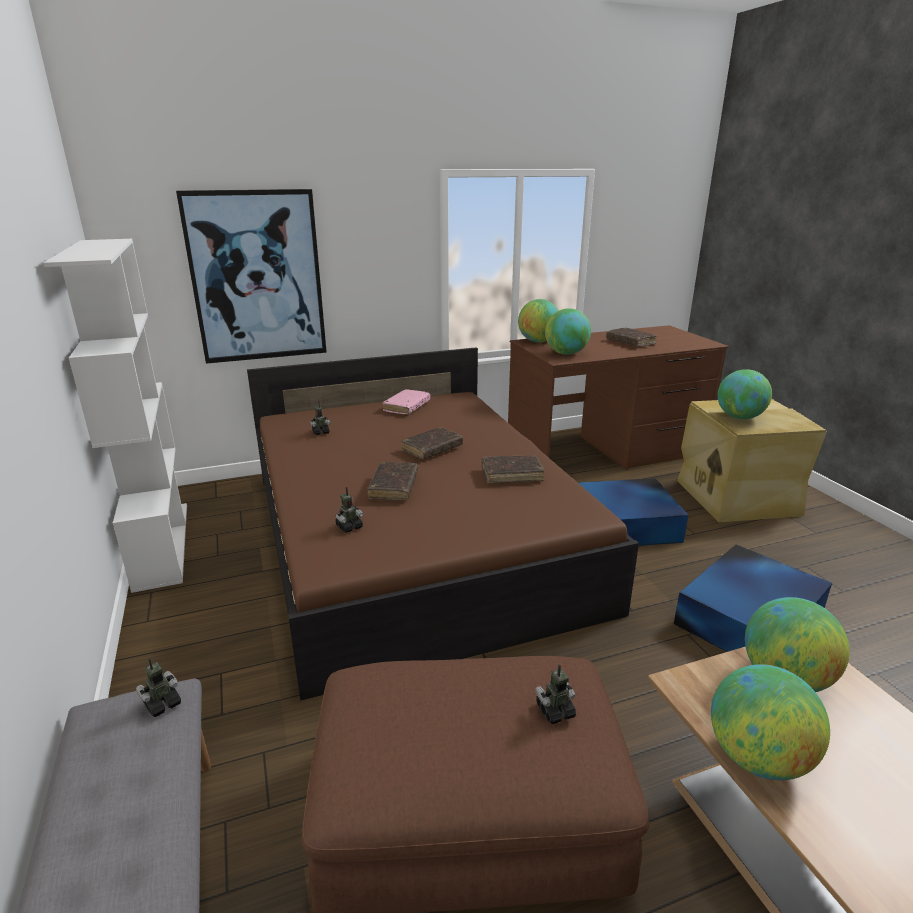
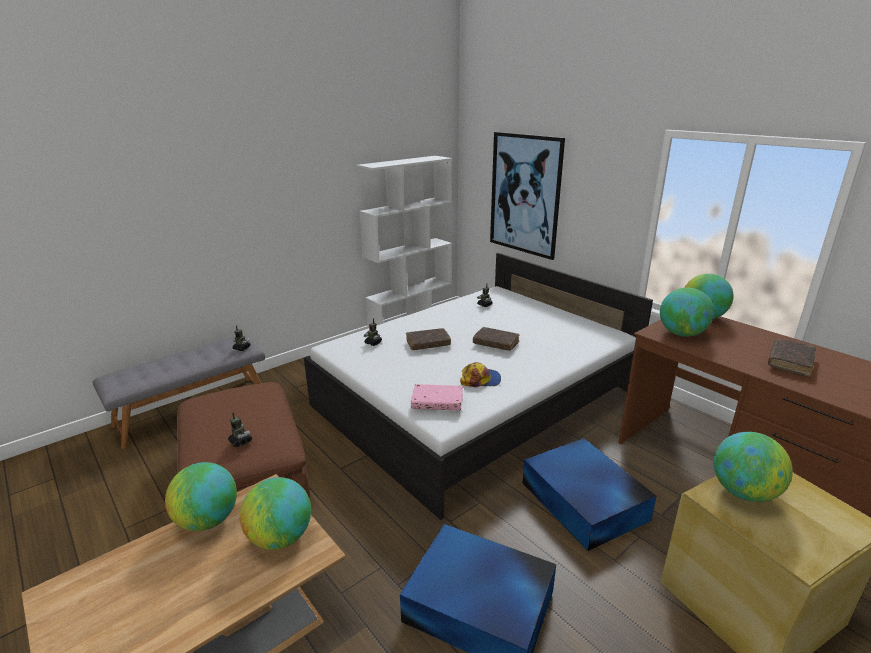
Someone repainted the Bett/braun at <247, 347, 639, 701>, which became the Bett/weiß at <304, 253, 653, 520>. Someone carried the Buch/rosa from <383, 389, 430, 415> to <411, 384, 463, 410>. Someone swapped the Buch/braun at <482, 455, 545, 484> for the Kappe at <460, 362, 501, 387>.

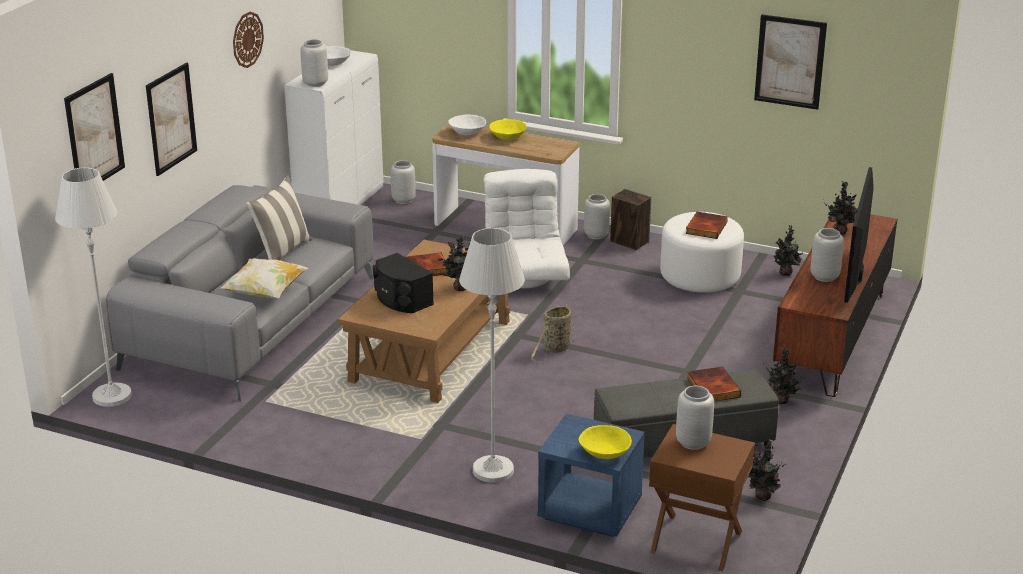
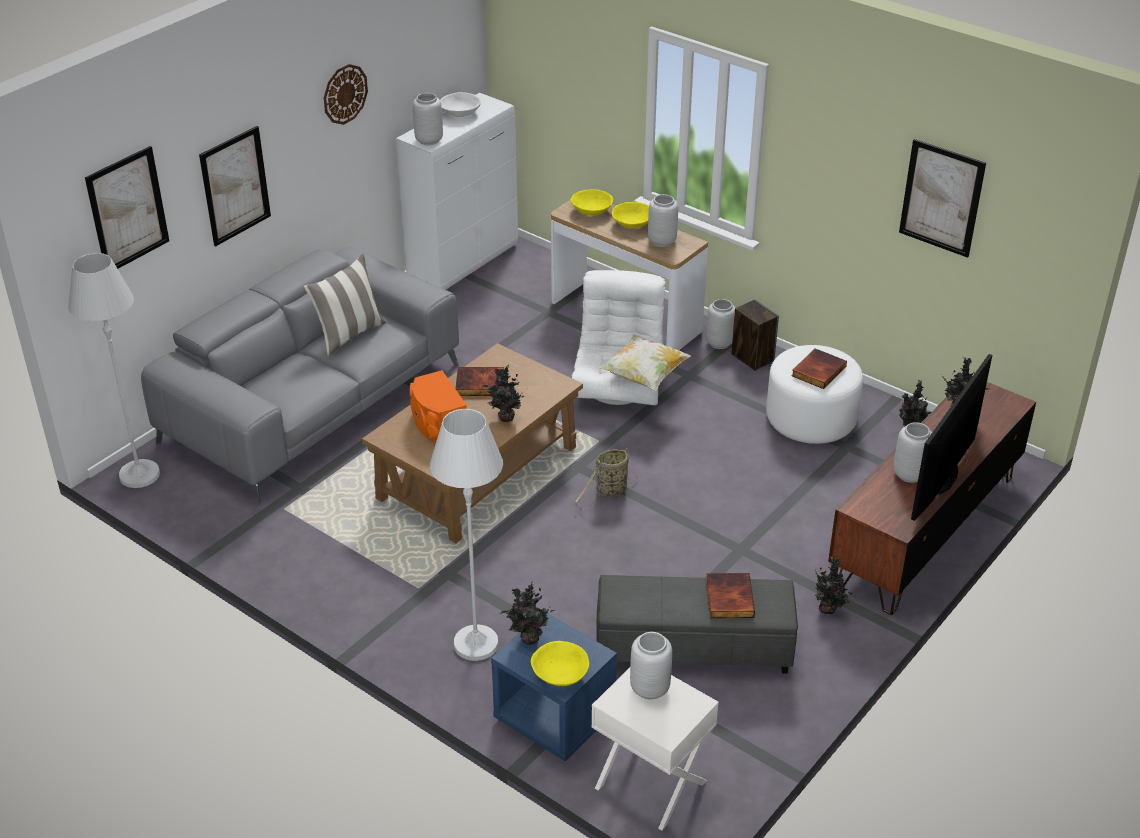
Someone carried the Kissen from <220, 258, 308, 298> to <599, 335, 691, 391>. Someone repainted the Lautsprecher/schwarz at <373, 253, 434, 313>, which became the Lautsprecher/orange at <410, 370, 467, 442>. Someone carried the Vase/grau from <391, 160, 416, 204> to <648, 194, 678, 247>. Someone repainted the Schüssel/weiß at <448, 114, 486, 135>, which became the Schüssel/gelb at <571, 189, 613, 216>. Someone repainted the Nachttisch/braun at <649, 424, 755, 572>, which became the Nachttisch/weiß at <592, 668, 719, 830>. Someone carried the Topfpflanze from <748, 439, 786, 501> to <500, 581, 556, 645>.

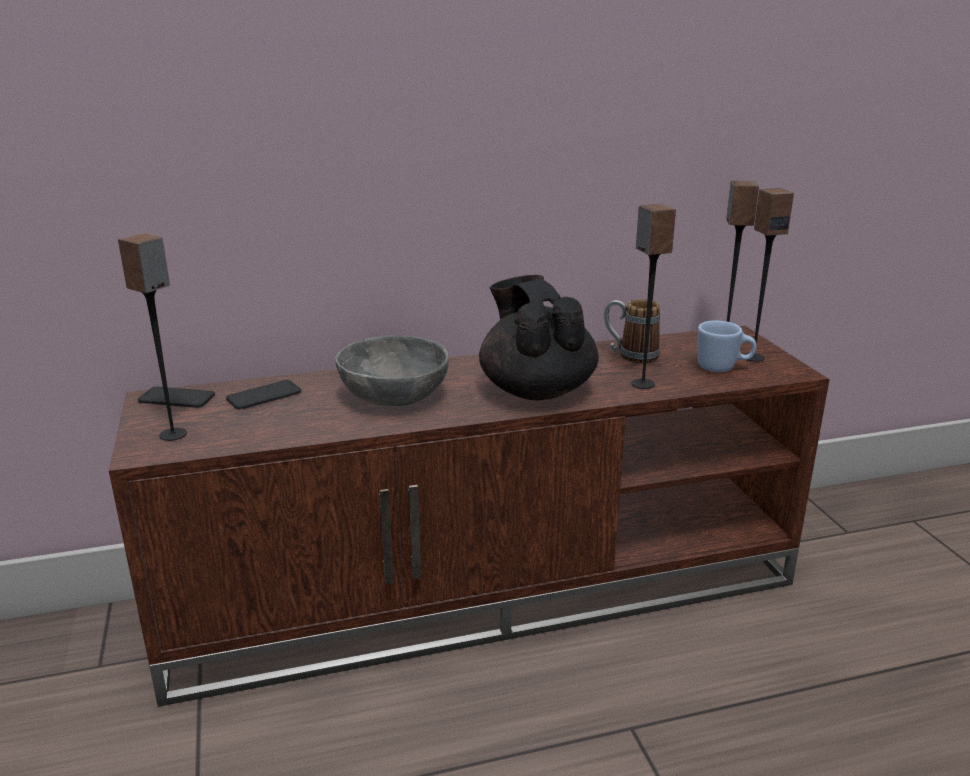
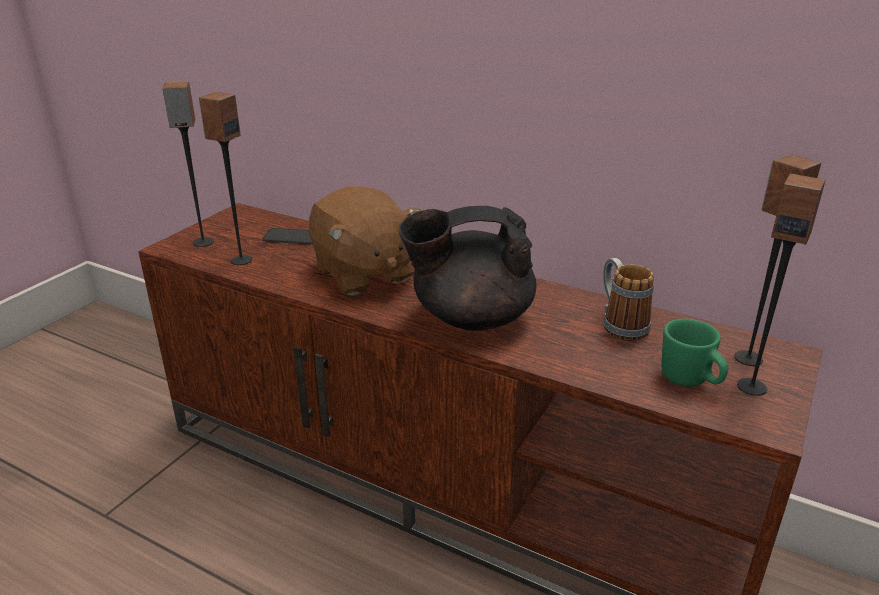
Someone took away the Handy at <138, 387, 215, 408>. Someone swapped the Schüssel/grau at <335, 335, 449, 406> for the Plüschtier/braun at <309, 186, 421, 296>. Someone rotated the Teekanne/schwarz at <479, 275, 599, 400> by 120 degrees counterclockwise. Someone carried the Lautsprecher from <631, 204, 676, 389> to <199, 92, 252, 265>. Someone repainted the Henkelbecher/blau at <698, 321, 756, 372>, which became the Henkelbecher/grün at <662, 319, 728, 387>.

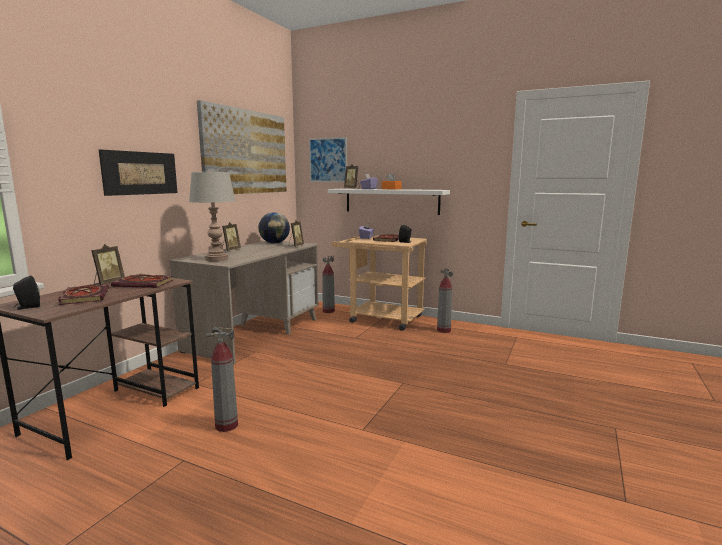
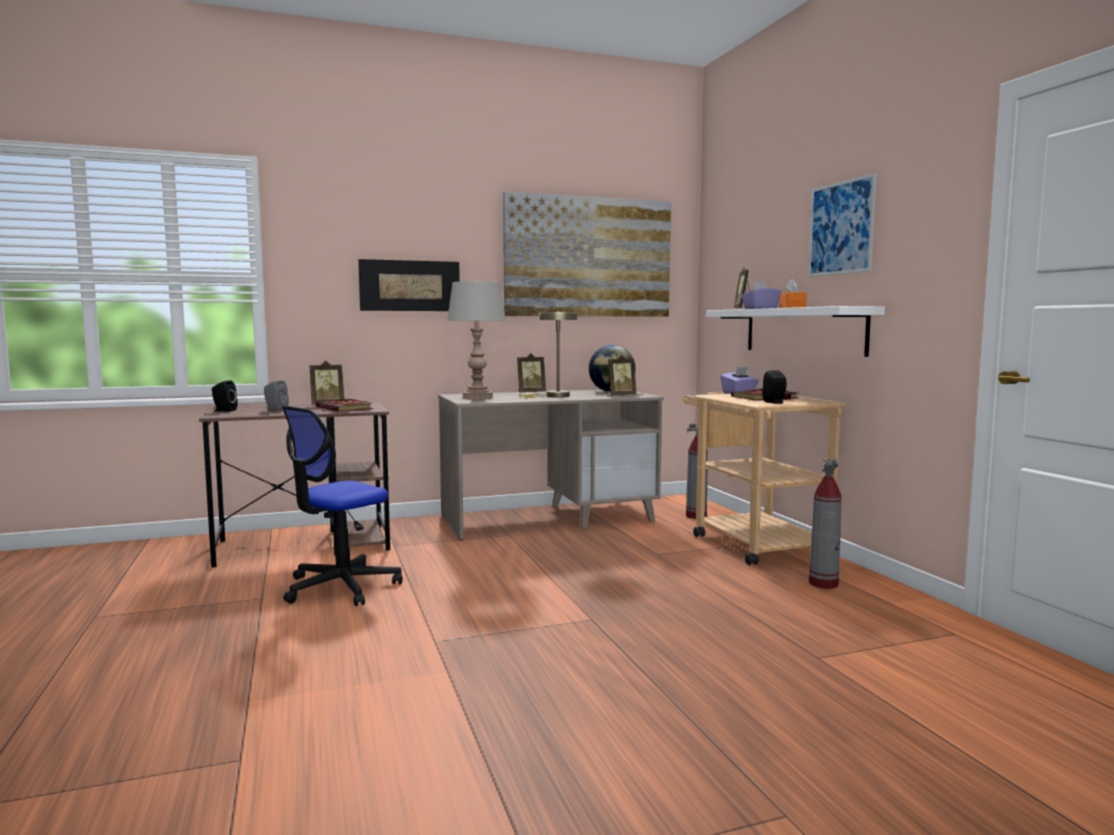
Someone swapped the Buch at <58, 284, 109, 305> for the Lautsprecher/grau at <264, 380, 289, 411>. Someone swapped the Feuerlöscher at <206, 327, 238, 432> for the Bürostuhl at <282, 406, 403, 606>. Someone carried the Bild from <309, 137, 347, 182> to <808, 173, 877, 277>. Someone put down the Tischlampe/beige at <519, 311, 577, 398>.

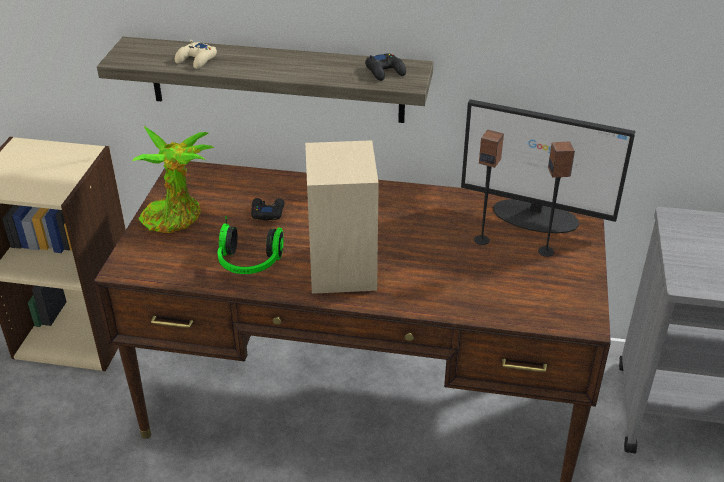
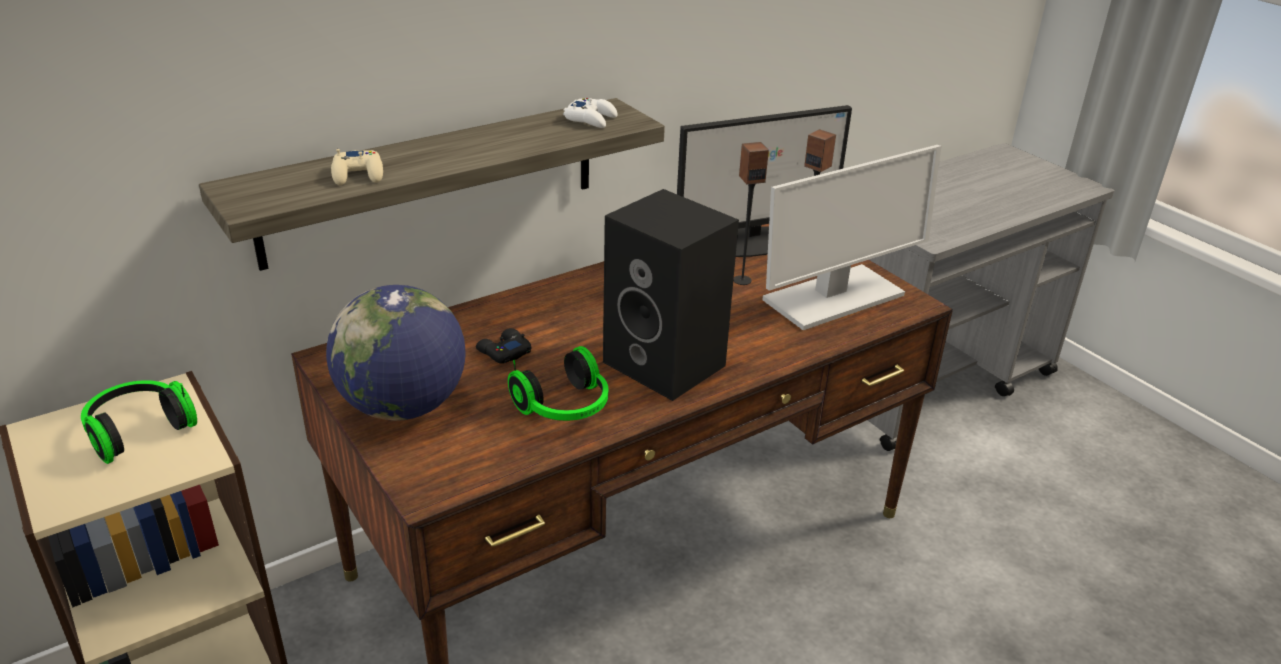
Someone swapped the Topfpflanze at <132, 126, 215, 233> for the Globus at <326, 285, 466, 421>. Someone repainted the Lautsprecher/beige at <305, 140, 379, 294>, which became the Lautsprecher/schwarz at <603, 189, 739, 401>. Someone repainted the Gamepad/schwarz at <365, 53, 406, 81>, which became the Gamepad/weiß at <563, 98, 618, 128>. Someone put down the Kopfhörer at <81, 380, 197, 464>. Someone put down the Monitor at <762, 145, 941, 330>.

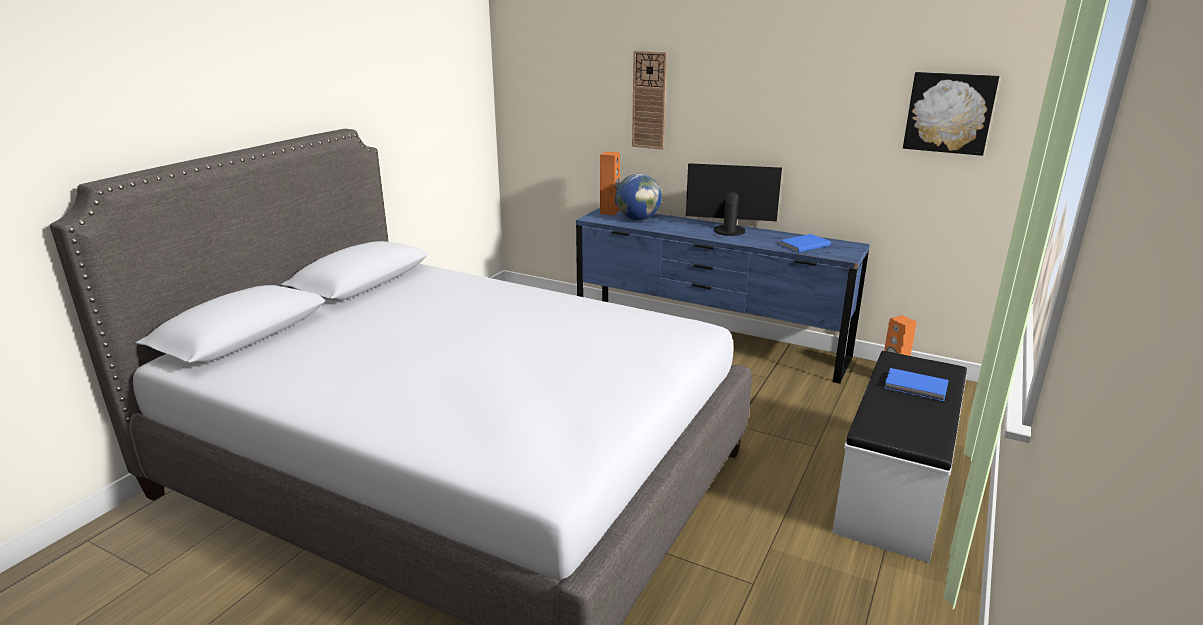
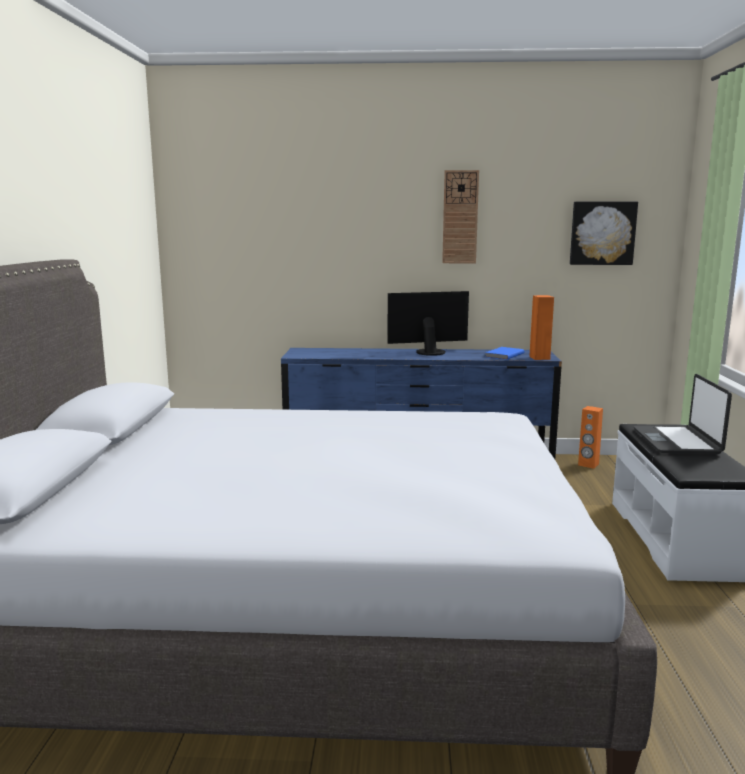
Someone carried the Lautsprecher/orange from <600, 151, 620, 215> to <529, 295, 554, 360>. Someone took away the Globus at <616, 174, 662, 220>. Someone carried the Wanduhr from <632, 51, 667, 150> to <442, 170, 479, 263>. Someone swapped the Buch/blau at <884, 368, 949, 401> for the Laptop at <634, 374, 732, 454>.

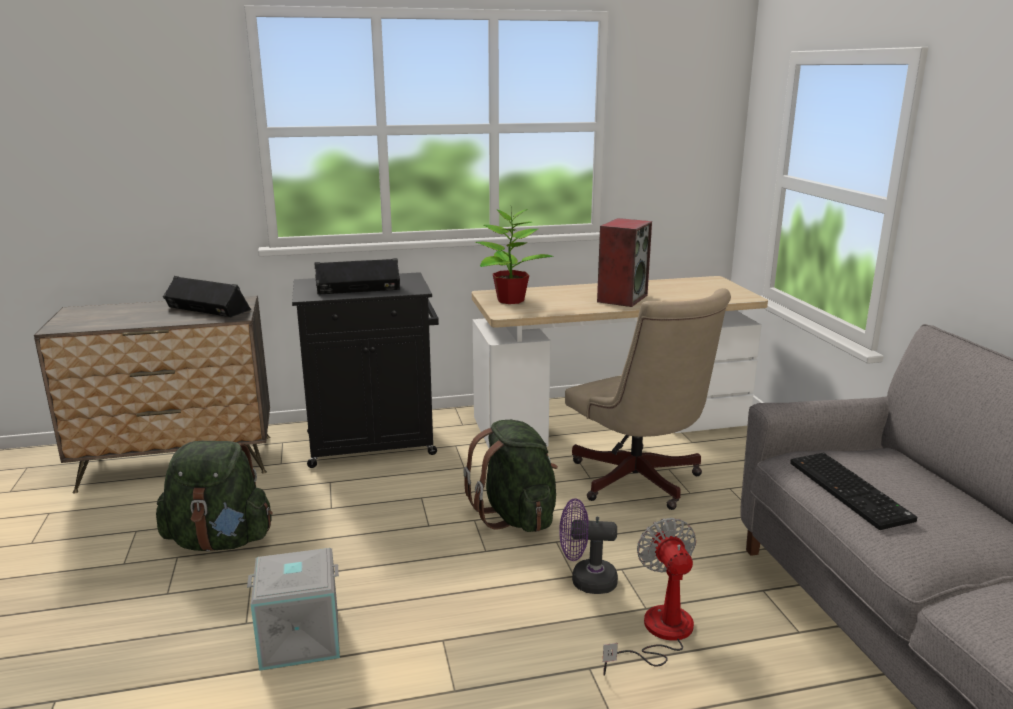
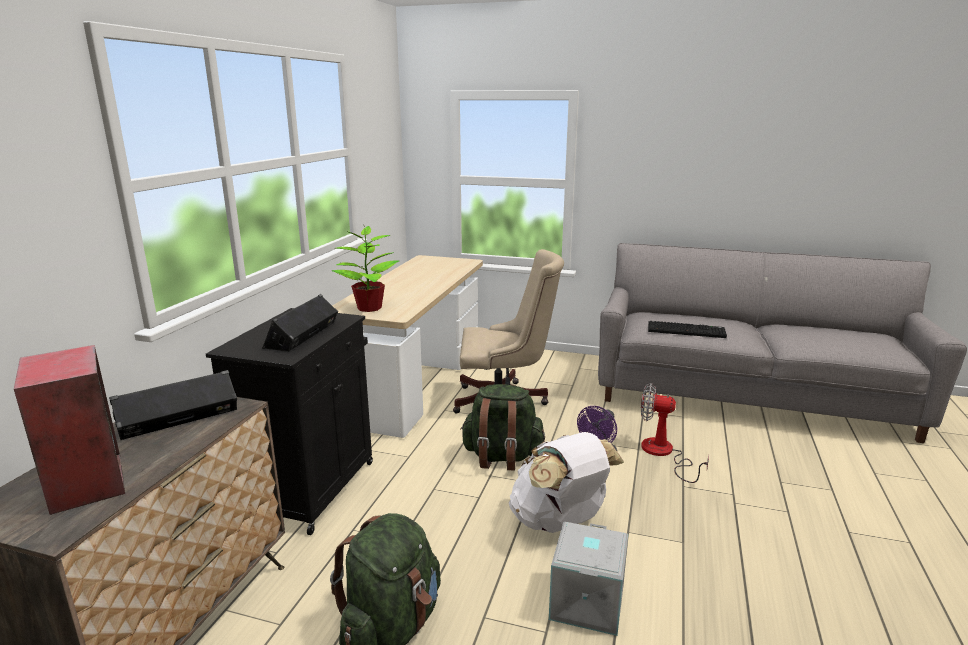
Someone carried the Lautsprecher from <597, 218, 652, 307> to <14, 345, 125, 515>. Someone put down the Rucksack/weiß at <509, 432, 624, 533>.

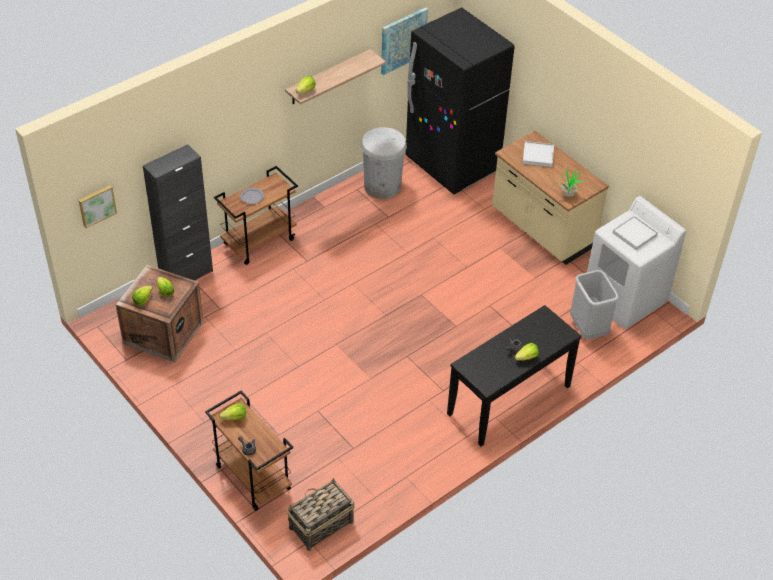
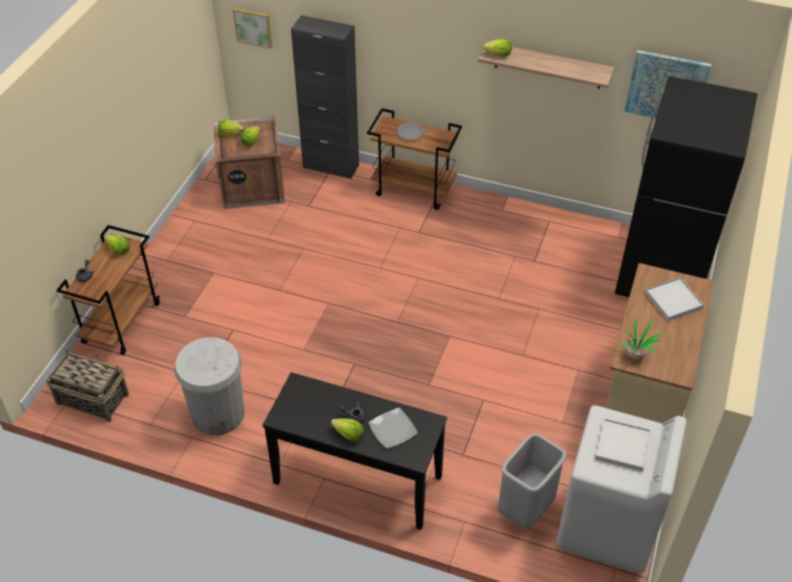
Someone carried the Mülleimer/weiß from <361, 127, 407, 199> to <174, 337, 245, 435>. Someone put down the Teller at <368, 408, 418, 449>.

